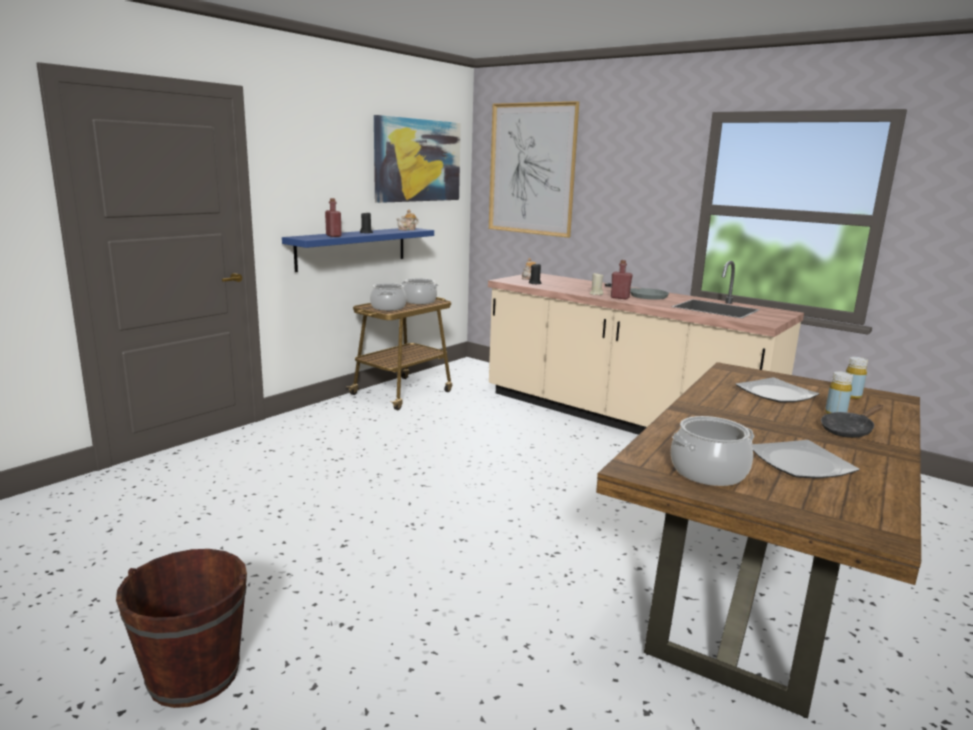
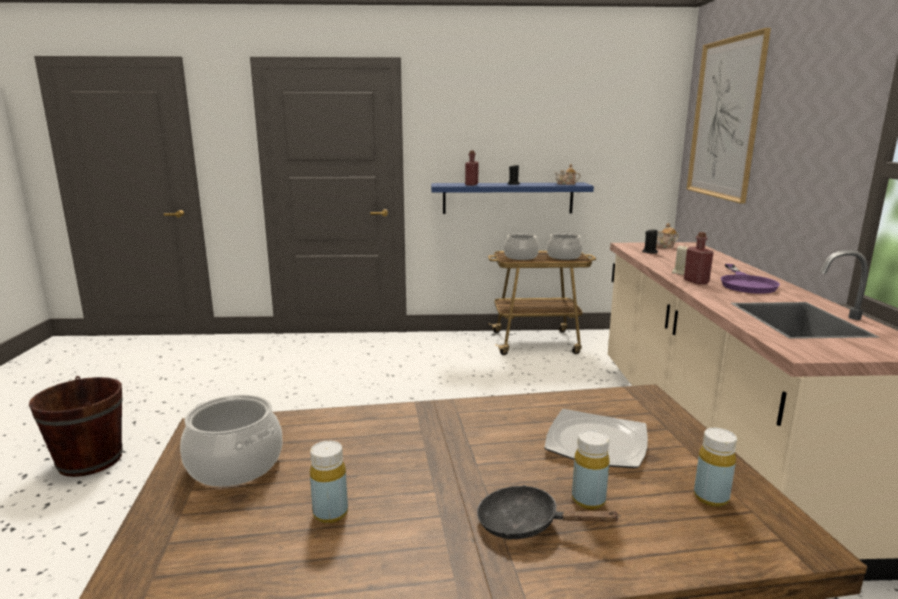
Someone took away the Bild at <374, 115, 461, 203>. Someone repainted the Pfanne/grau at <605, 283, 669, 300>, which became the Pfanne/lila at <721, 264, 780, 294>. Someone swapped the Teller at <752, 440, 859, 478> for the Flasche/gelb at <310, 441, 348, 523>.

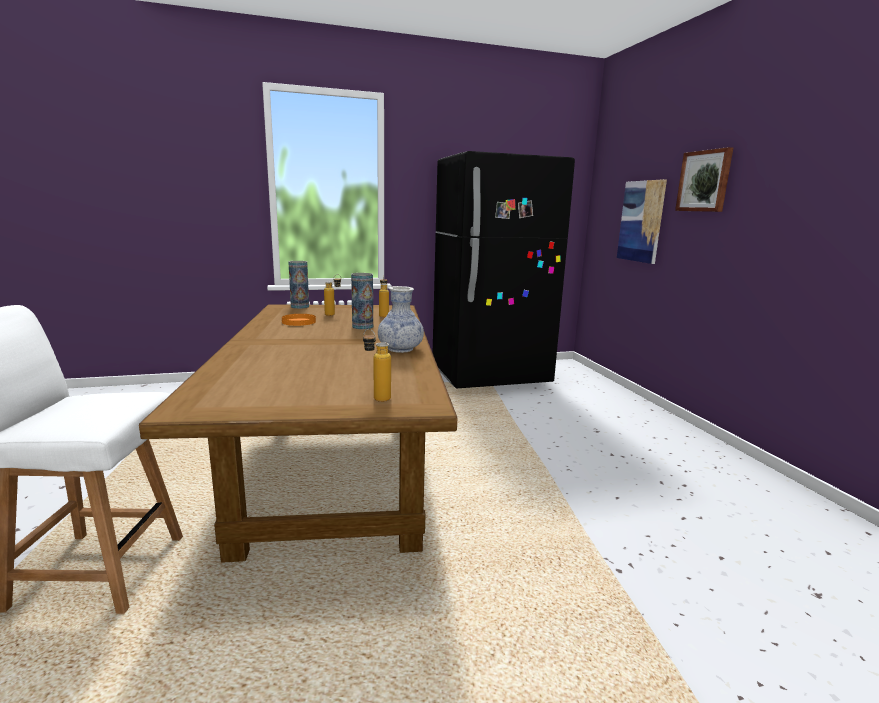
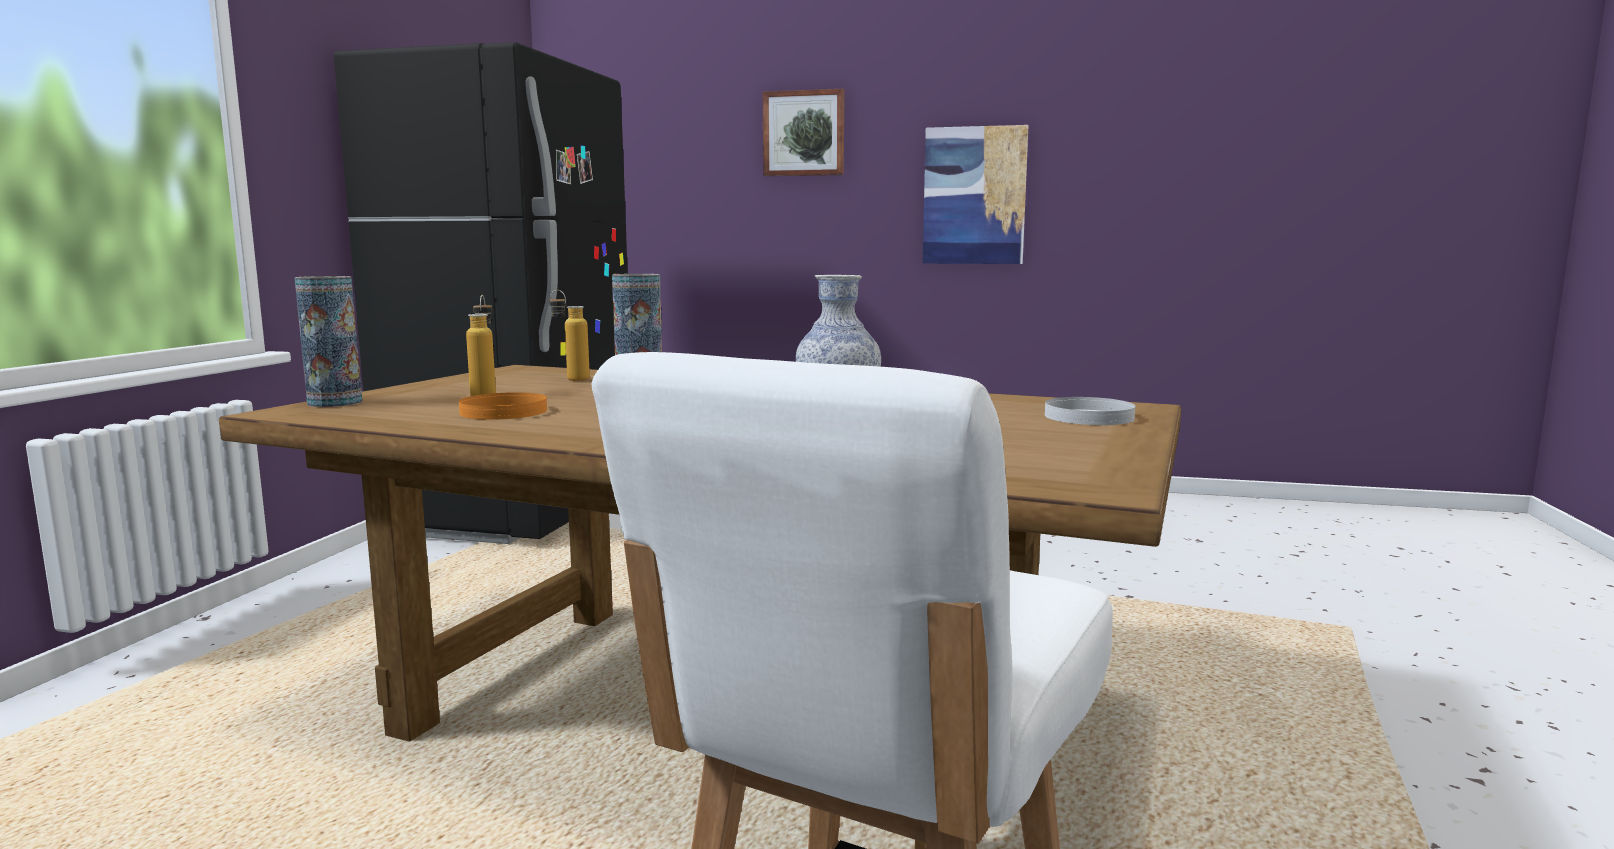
Someone swapped the Flasche at <363, 329, 391, 402> for the Teller/weiß at <1045, 397, 1135, 425>. Someone carried the Bild from <617, 179, 667, 264> to <923, 125, 1028, 264>.

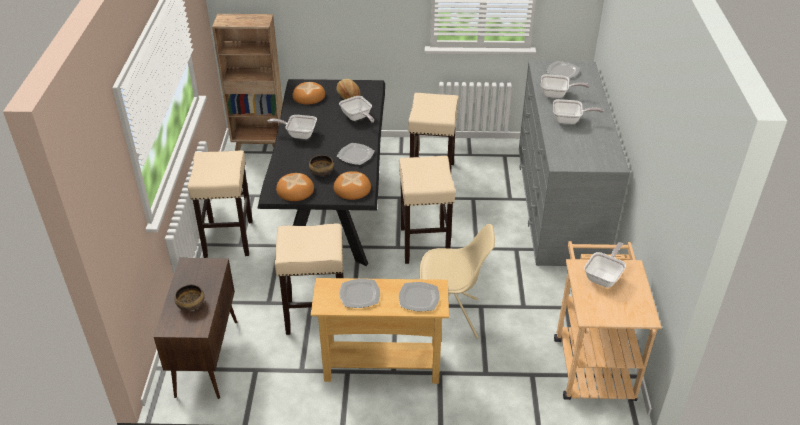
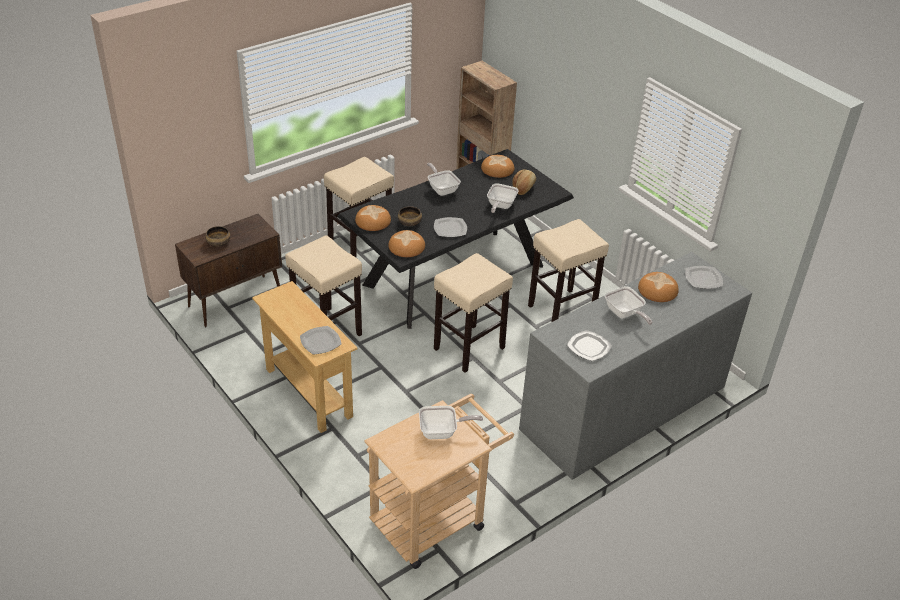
Someone carried the Teller from <340, 279, 380, 308> to <567, 330, 612, 361>. Someone took away the Stuhl/beige at <419, 224, 495, 338>. Someone swapped the Pfanne at <541, 74, 590, 98> for the Brot at <638, 272, 679, 302>.

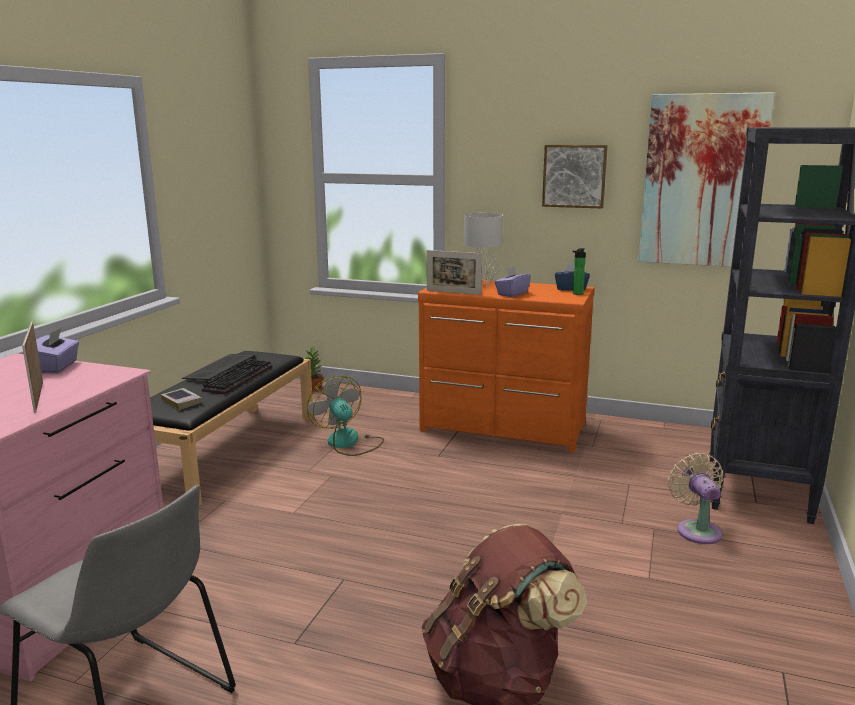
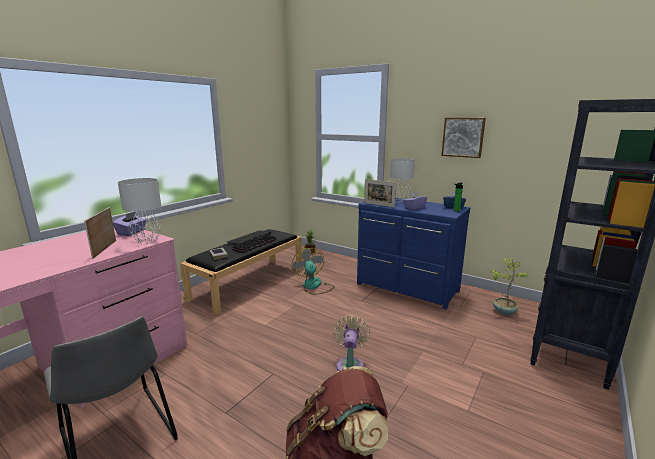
Someone repainted the Kommode/orange at <418, 280, 595, 452>, which became the Kommode/blau at <357, 198, 470, 309>. Someone took away the Bild at <638, 92, 774, 267>. Someone carried the Ventilator/beige from <668, 453, 723, 544> to <333, 315, 370, 371>. Someone put down the Tischlampe/grau at <118, 178, 162, 244>. Someone put down the Topfpflanze at <491, 258, 528, 315>.

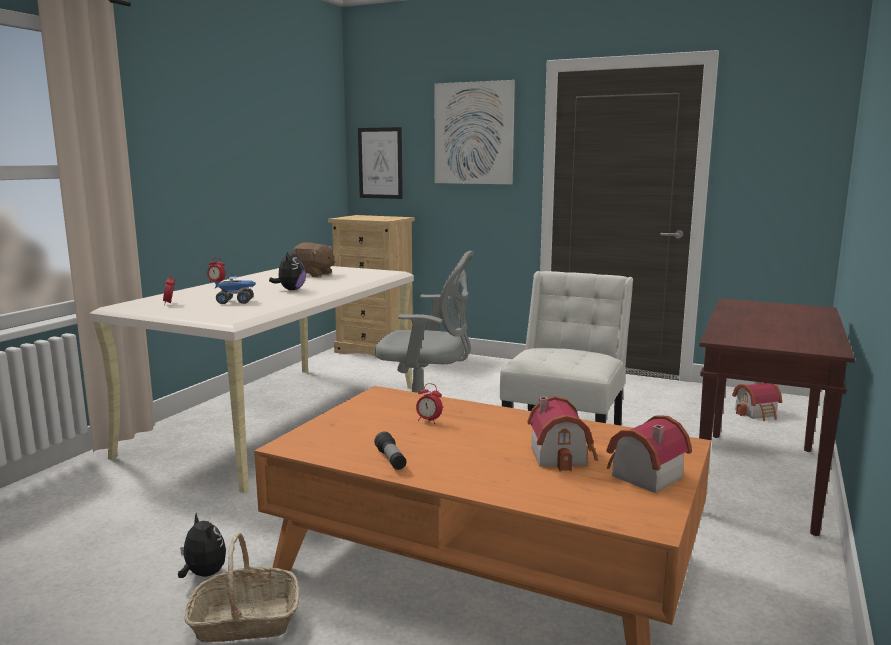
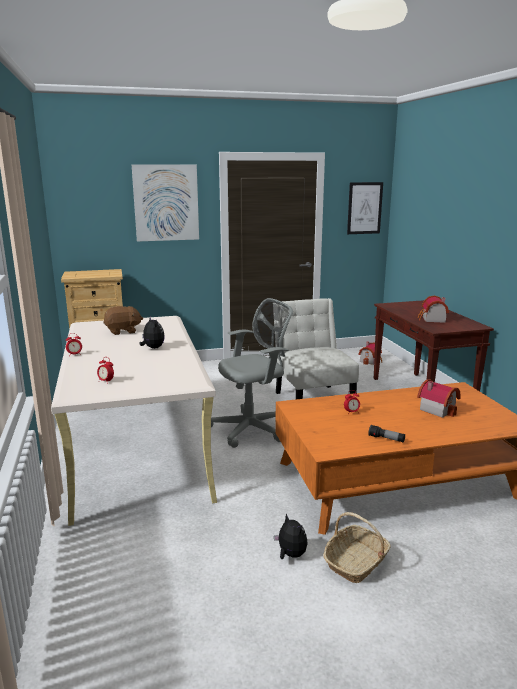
Someone rotated the Plüschtier at <178, 513, 226, 578> by 45 degrees clockwise. Someone took away the Spielzeuglaster at <214, 272, 256, 304>. Someone carried the Bild from <358, 127, 403, 199> to <347, 182, 383, 234>. Someone carried the Spielzeughaus from <606, 416, 692, 493> to <418, 295, 449, 323>.

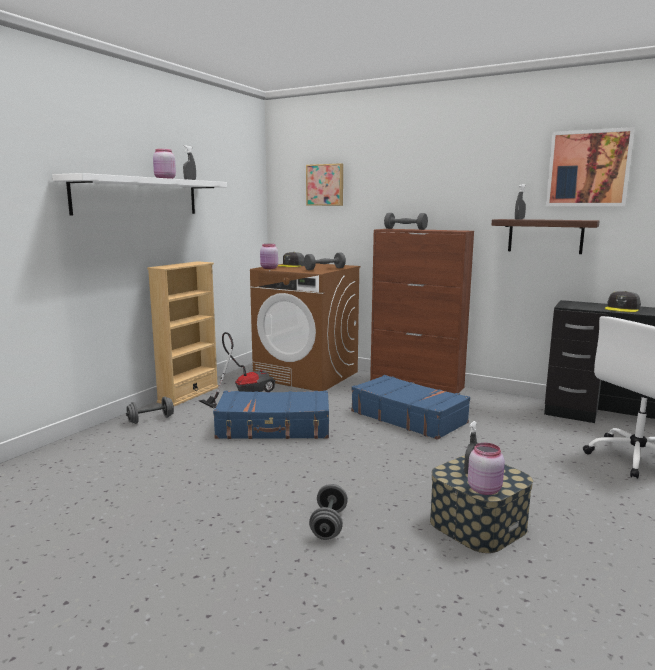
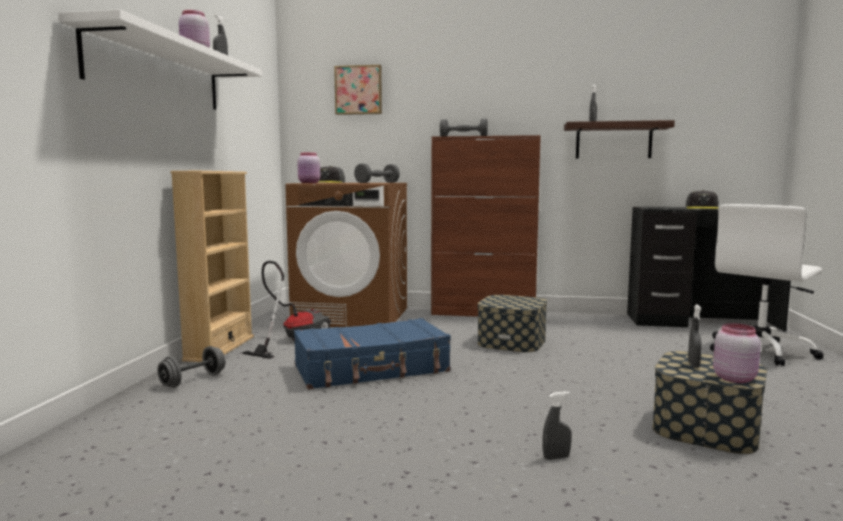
Someone swapped the Hantel/grau at <309, 484, 348, 540> for the Sprühflasche/grau at <543, 391, 572, 460>. Someone swapped the Koffer/blau at <351, 375, 470, 440> for the Aufbewahrungsbox at <477, 295, 547, 352>. Someone took away the Bild at <546, 127, 635, 206>.

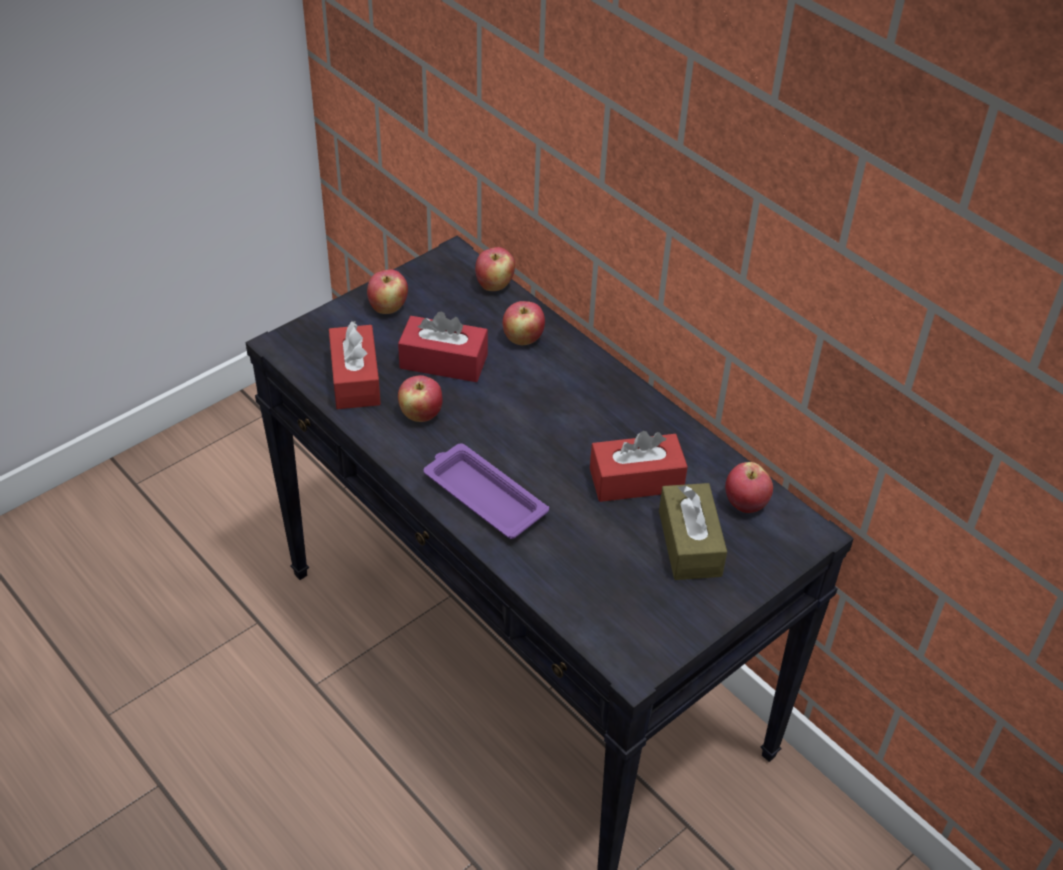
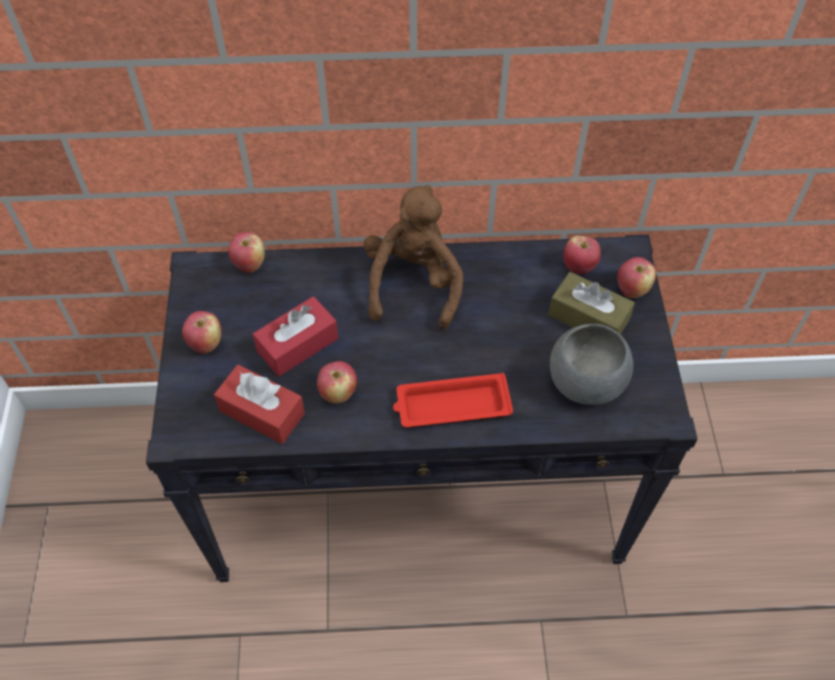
Someone repainted the Tablett/lila at <424, 443, 549, 539>, which became the Tablett/rot at <393, 373, 513, 428>. Someone carried the Apfel from <502, 301, 545, 345> to <617, 257, 656, 298>. Someone took away the Taschentuchbox/rot at <590, 431, 688, 502>. Someone put down the Plüschtier/braun at <364, 185, 463, 329>. Someone put down the Schüssel/grau at <550, 324, 633, 405>.

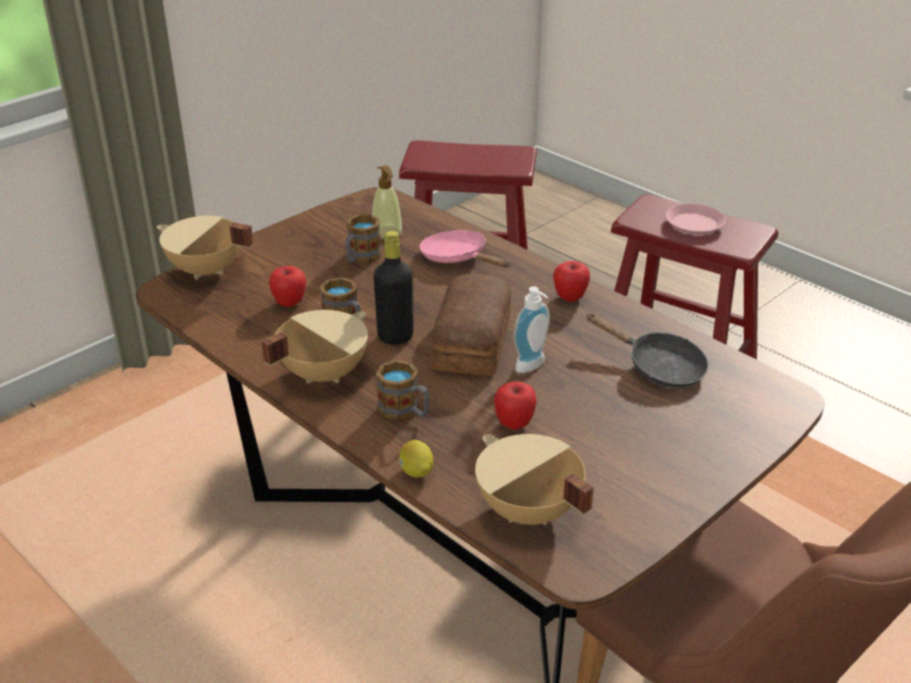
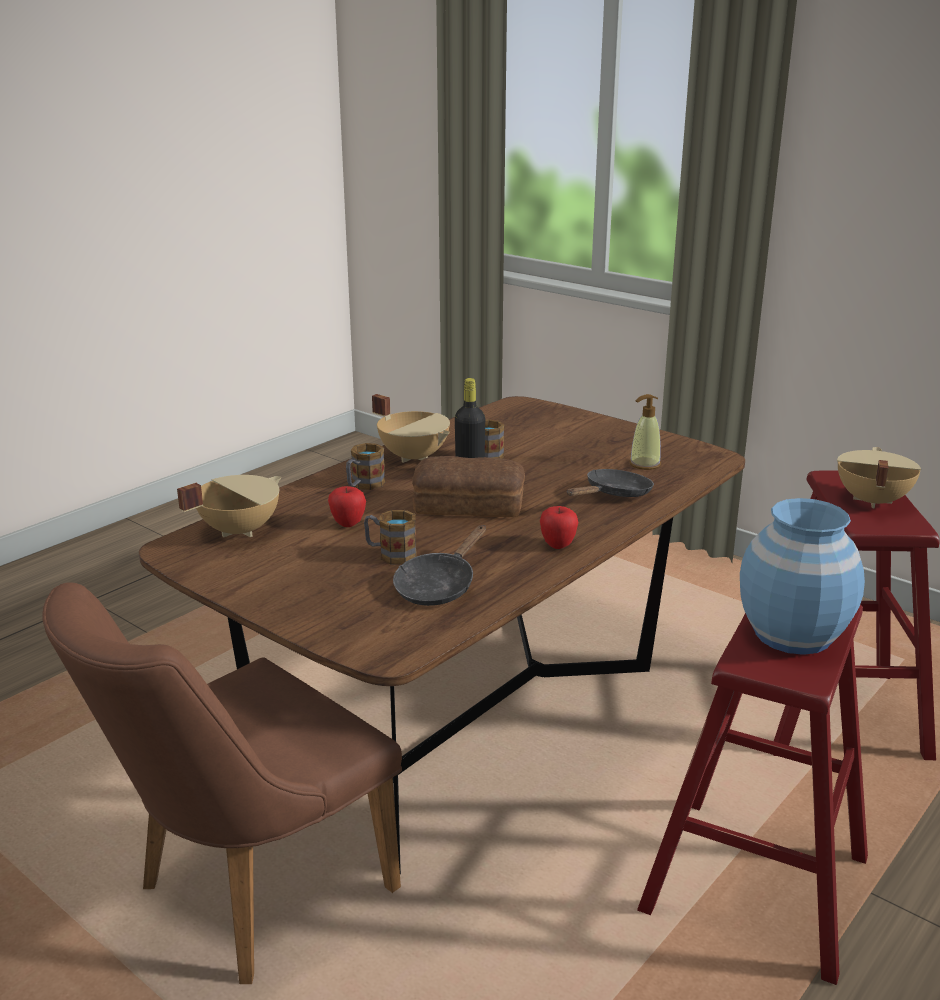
Someone carried the Kochtopf/beige from <157, 216, 254, 280> to <837, 447, 921, 508>. Someone took away the Apfel at <269, 266, 306, 307>. Someone carried the Henkelbecher from <345, 214, 381, 263> to <364, 510, 417, 564>. Someone took away the Zitrone at <399, 440, 434, 477>. Someone repainted the Pfanne/rosa at <420, 230, 510, 268>, which became the Pfanne/schwarz at <567, 469, 654, 497>. Someone took away the Seifenspender at <514, 286, 550, 373>. Someone swapped the Teller/rosa at <666, 203, 726, 235> for the Vase/blau at <740, 498, 865, 655>.

